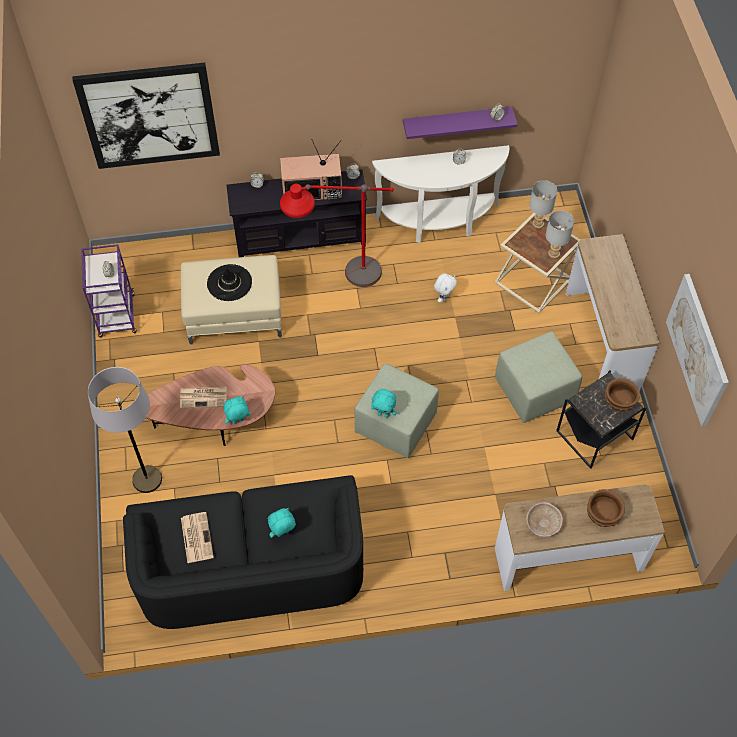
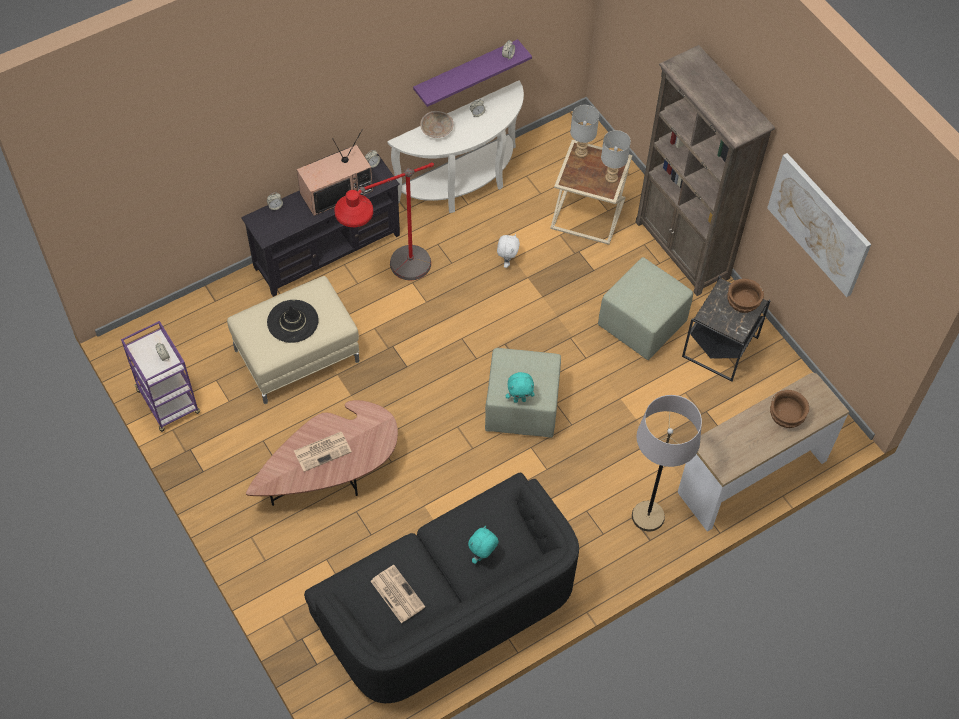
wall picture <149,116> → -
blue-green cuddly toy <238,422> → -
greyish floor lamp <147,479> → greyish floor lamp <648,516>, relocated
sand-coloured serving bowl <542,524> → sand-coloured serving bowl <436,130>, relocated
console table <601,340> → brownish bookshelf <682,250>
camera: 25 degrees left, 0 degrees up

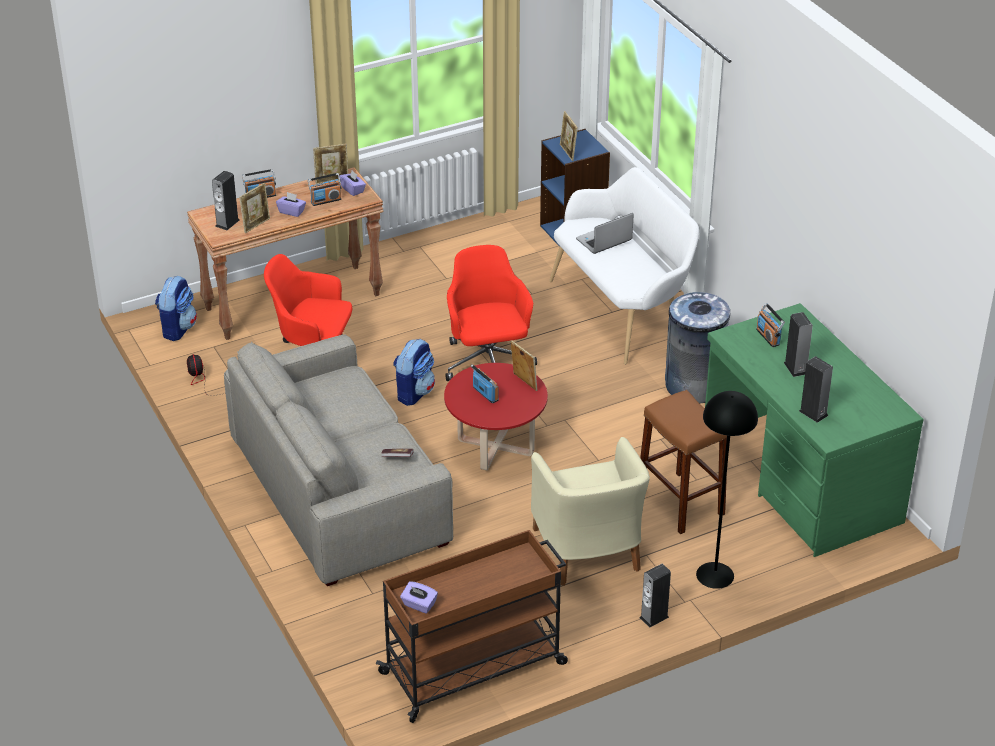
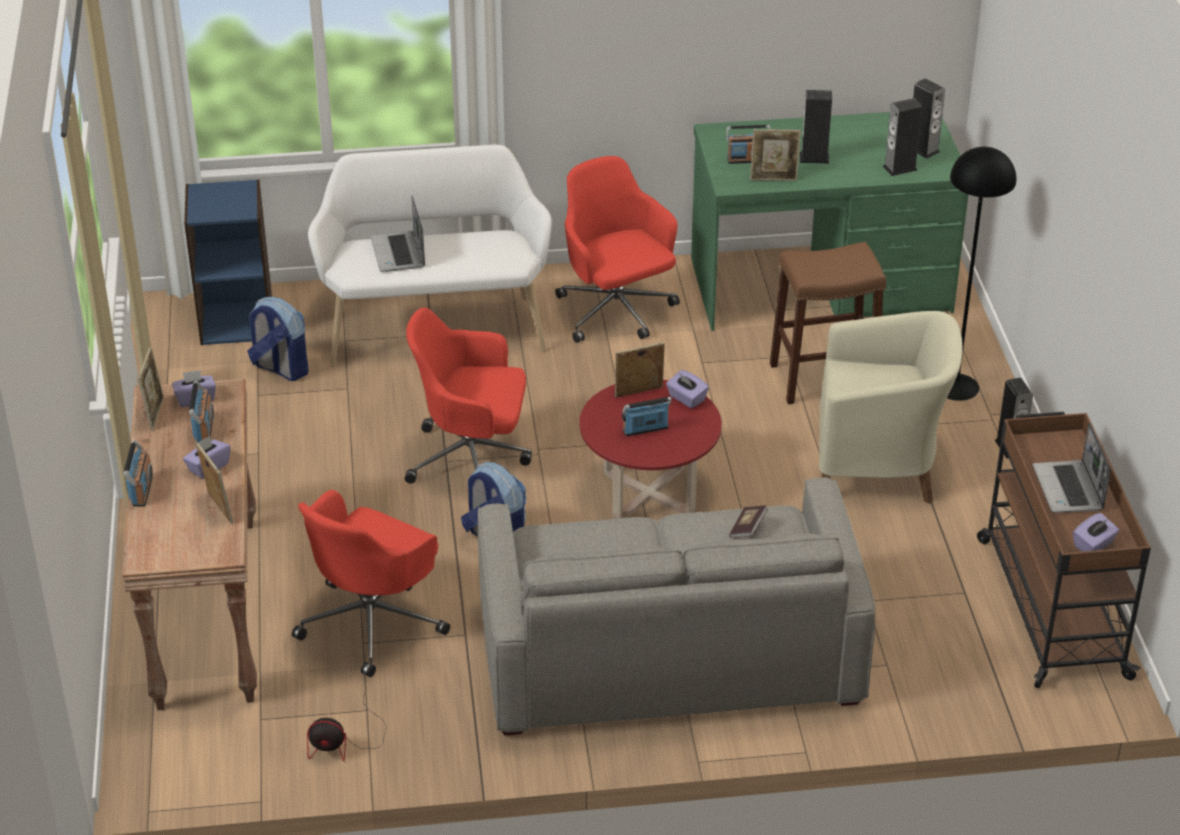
- → purple-coloured tissue holder <686,398>
- → laptop <1069,489>
rucksack <177,328> → rucksack <280,368>, relocated
loudspeaker <227,223> → loudspeaker <923,149>, relocated
standing frame <568,152> → standing frame <774,179>, relocated
greyish trash can <694,385> → reddish computer chair <616,312>
camera: 70 degrees left, 0 degrees up

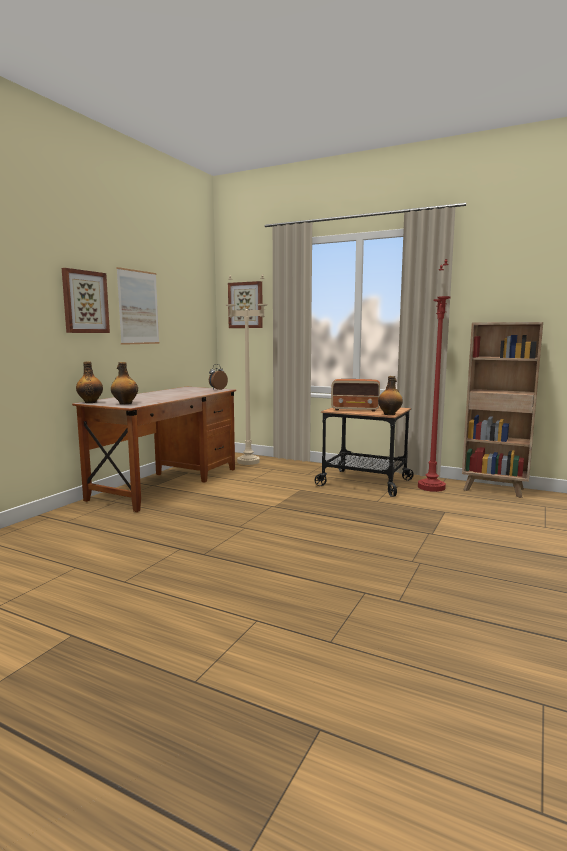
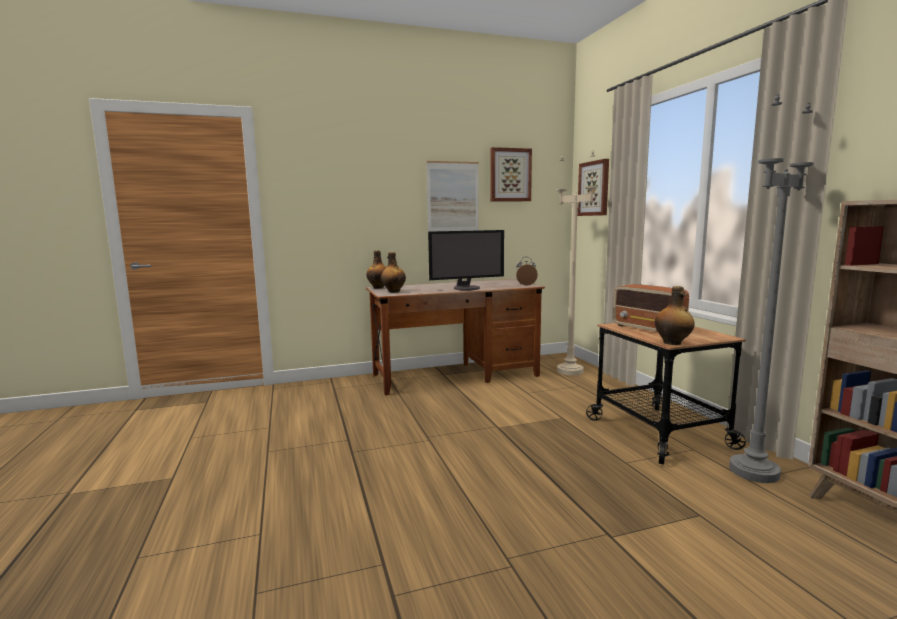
- → monitor <467,288>
wall picture <85,302> → wall picture <510,175>, relocated
reddish floor lamp <431,487> → greyish floor lamp <754,471>
camera: 45 degrees right, 0 degrees up

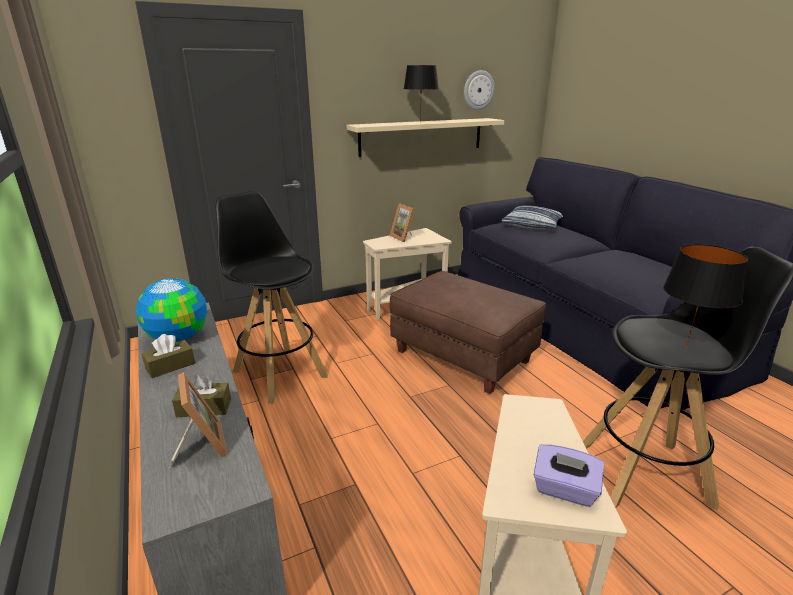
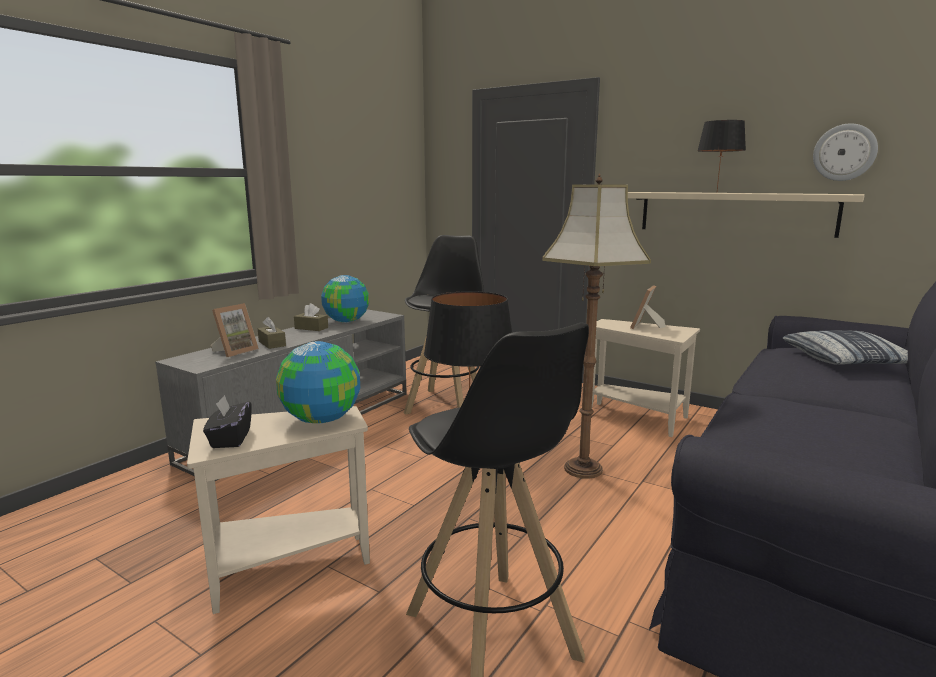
- → desk globe <322,419>
brownish ottoman <462,357> → floor lamp <585,469>
purple-coloured tissue holder <564,490> → blackish tissue holder <230,439>
camera: 60 degrees right, 10 degrees down

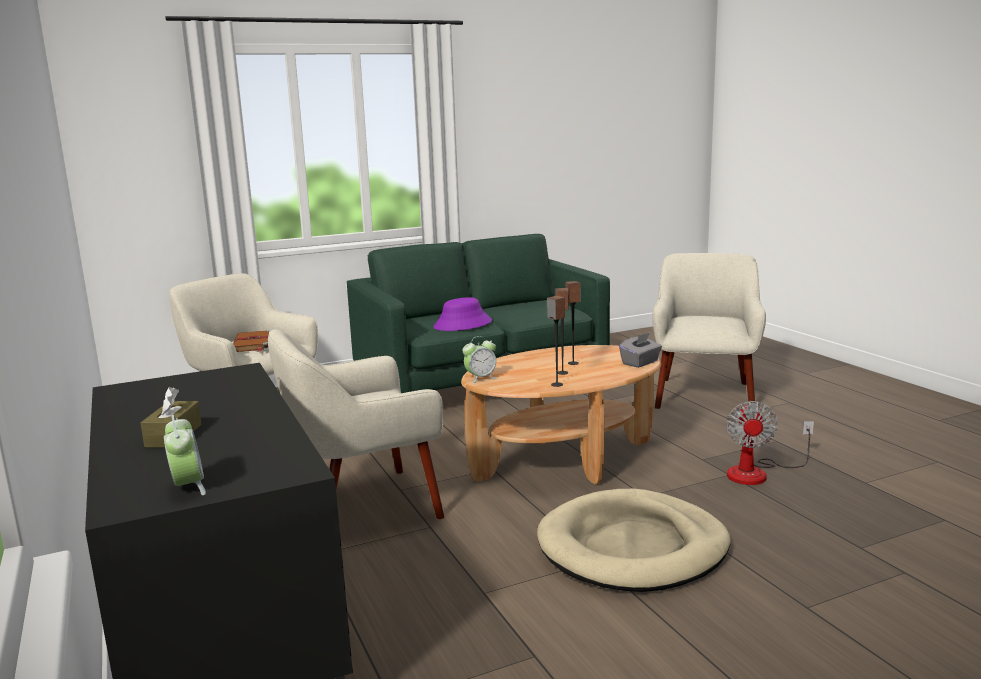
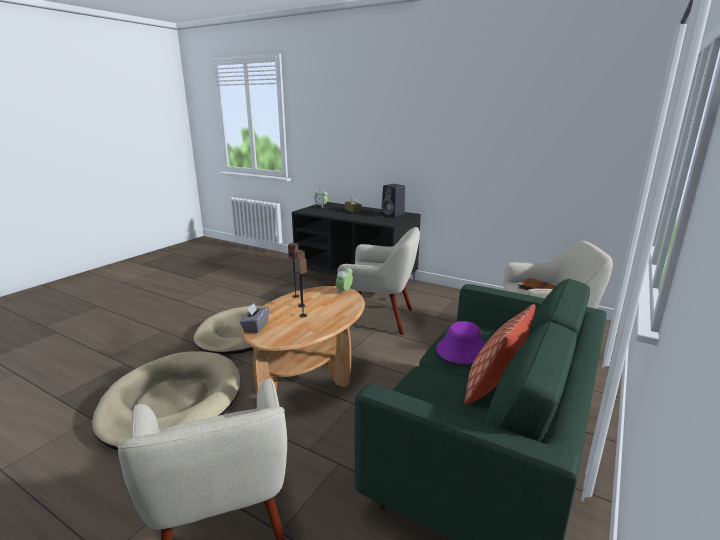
- → blackish loudspeaker <393,214>
- → cushion <494,388>
fan <757,473> → sand-coloured pet bed <172,403>
sand-coloured easy chair <362,506> → sand-coloured easy chair <379,318>, 75 degrees clockwise
camera: 145 degrees right, 5 degrees up

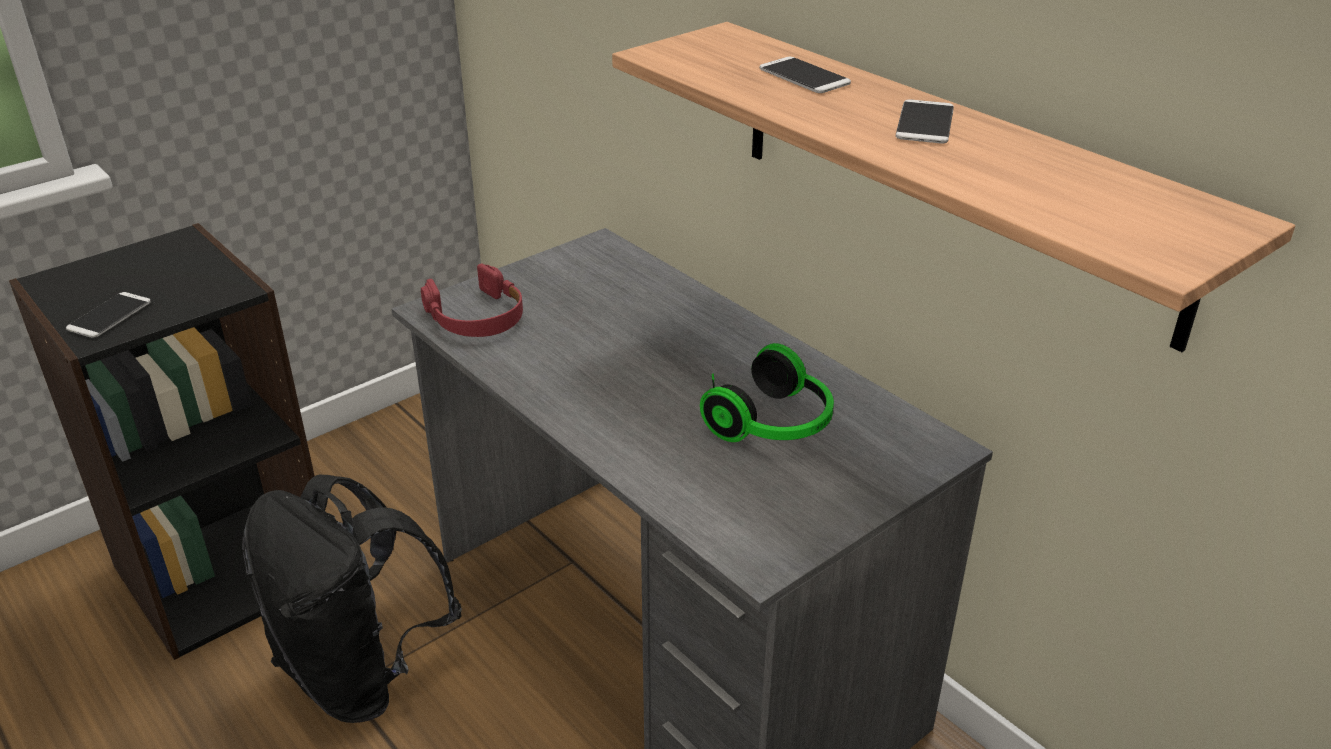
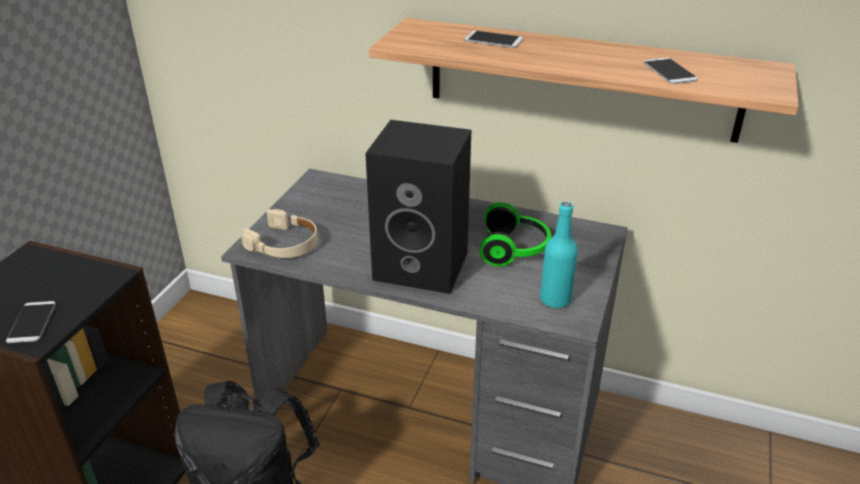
- → blackish loudspeaker <423,265>
- → blue-green drink bottle <555,300>
phone <924,123> → phone <669,71>, relocated
reddish headset <477,316> → sand-coloured headset <284,244>
camera: 30 degrees left, 0 degrees up

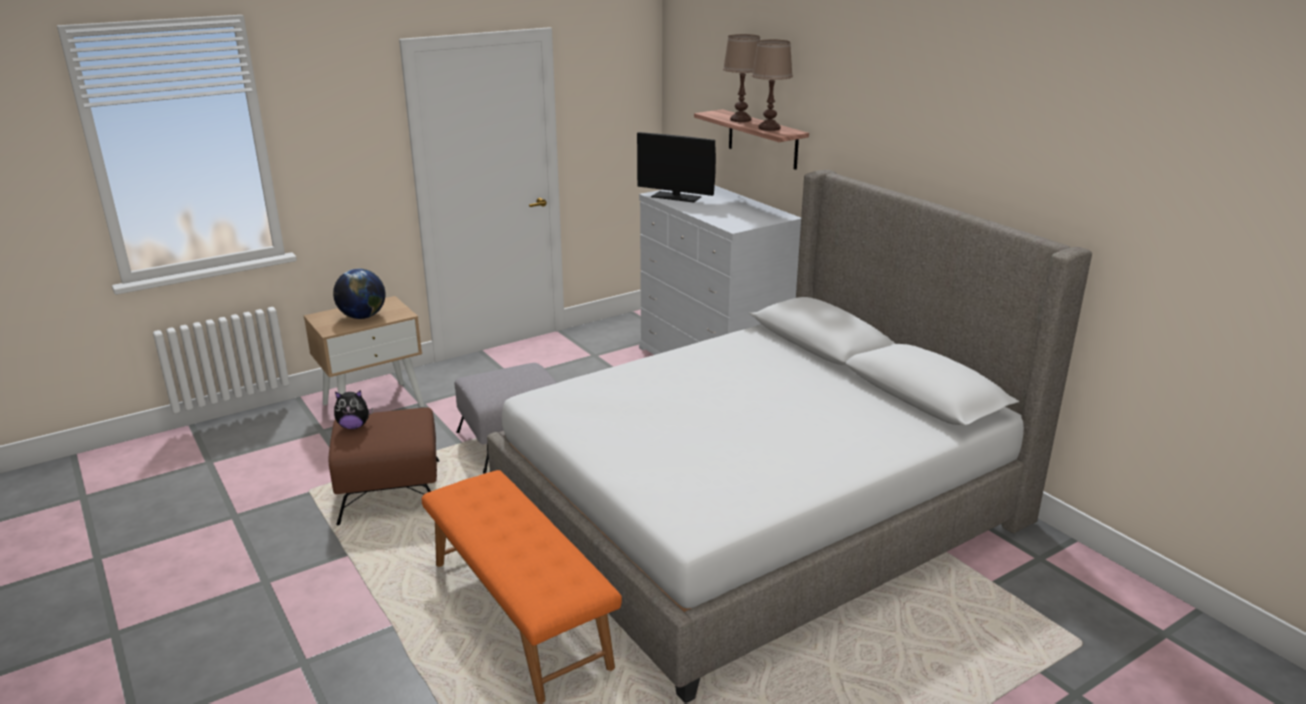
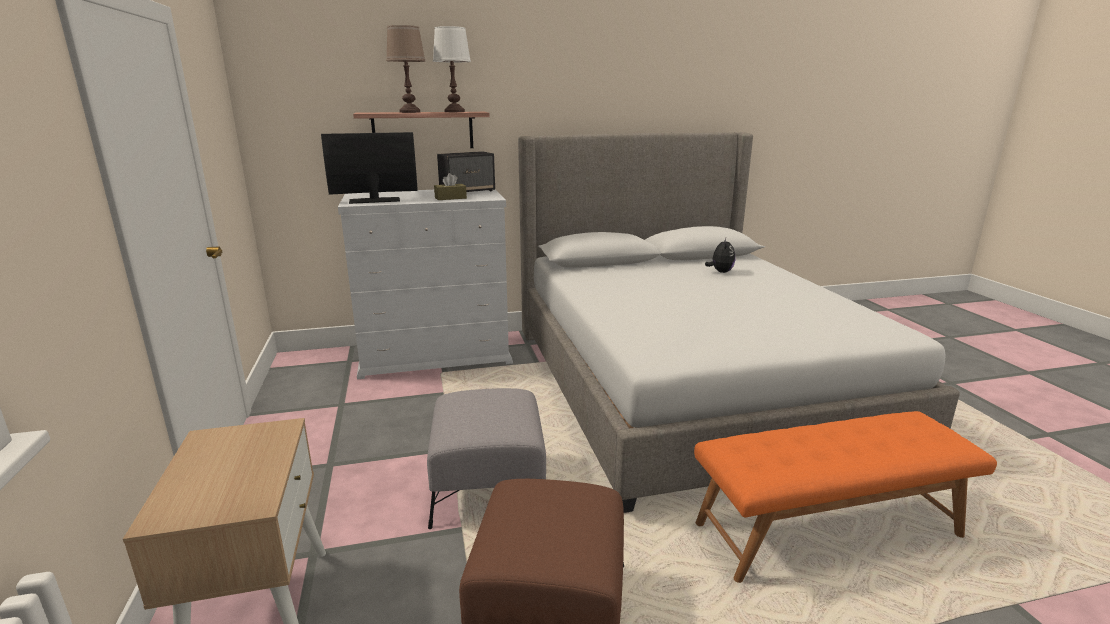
desk globe <362,317> → -
- → brownish tissue holder <450,198>
- → loudspeaker <468,191>
cuddly toy <354,426> → cuddly toy <720,272>, relocated
brownish lamp for a table <769,128> → white-coloured lamp for a table <455,112>
monitor <676,197> → monitor <374,200>, 150 degrees counterclockwise
camera: 70 degrees left, 5 degrees down

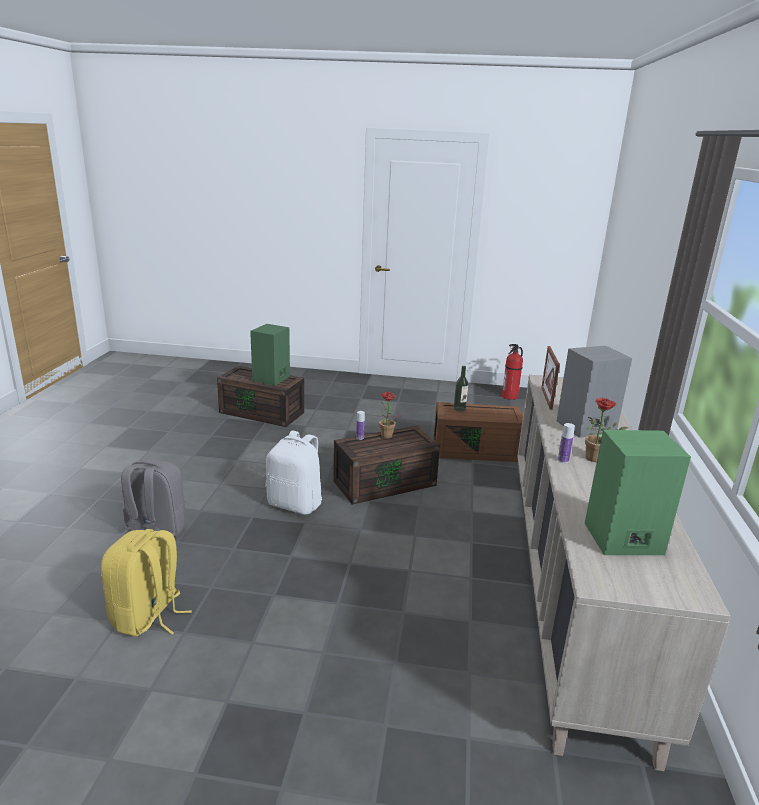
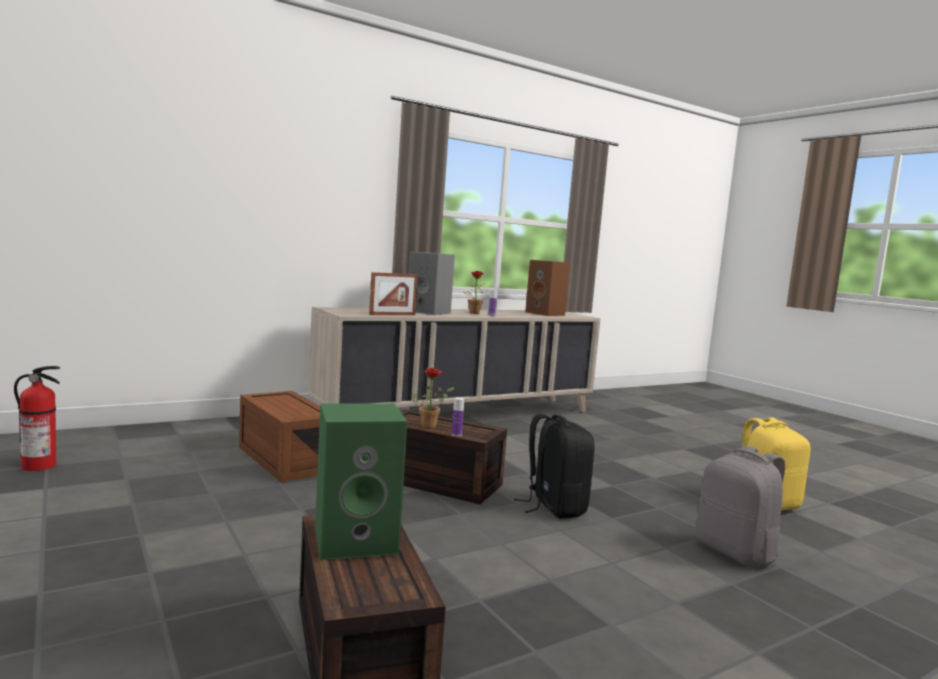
drink bottle <459,409> → -
white-coloured rucksack <296,504> → blackish rucksack <553,507>
greenish loudspeaker <622,539> → brownish loudspeaker <546,314>
camera: 130 degrees left, 15 degrees down

